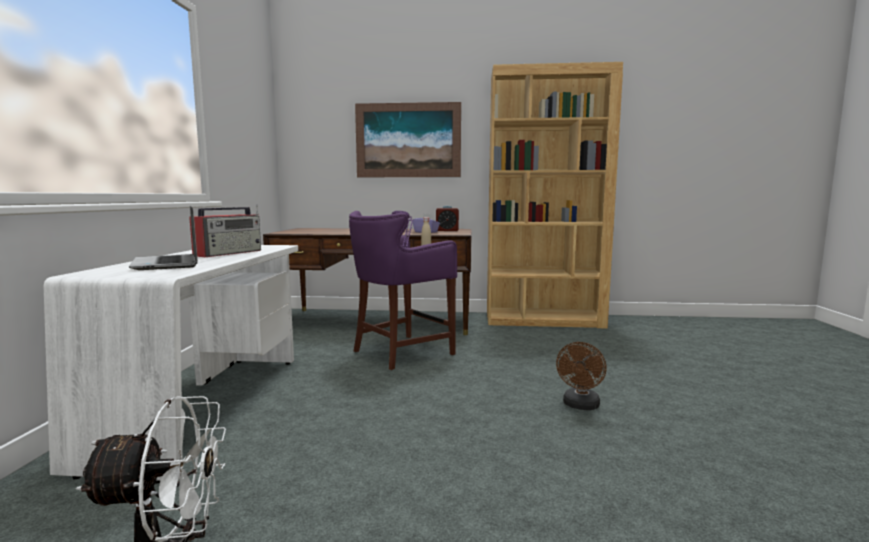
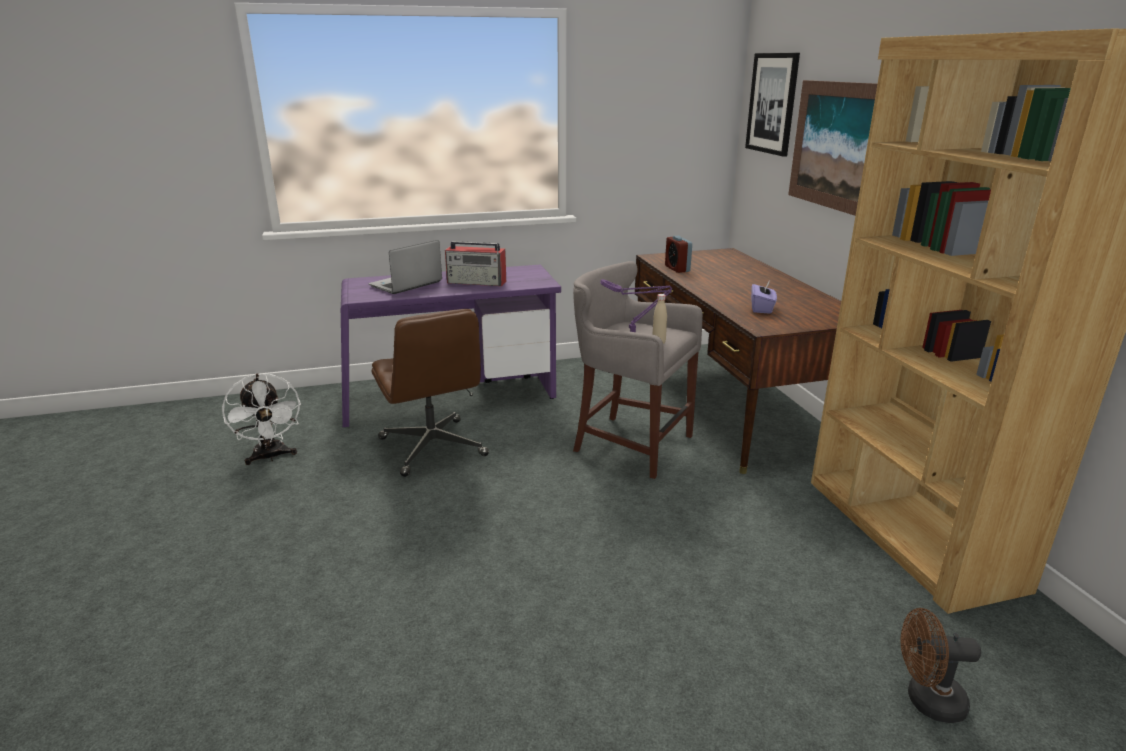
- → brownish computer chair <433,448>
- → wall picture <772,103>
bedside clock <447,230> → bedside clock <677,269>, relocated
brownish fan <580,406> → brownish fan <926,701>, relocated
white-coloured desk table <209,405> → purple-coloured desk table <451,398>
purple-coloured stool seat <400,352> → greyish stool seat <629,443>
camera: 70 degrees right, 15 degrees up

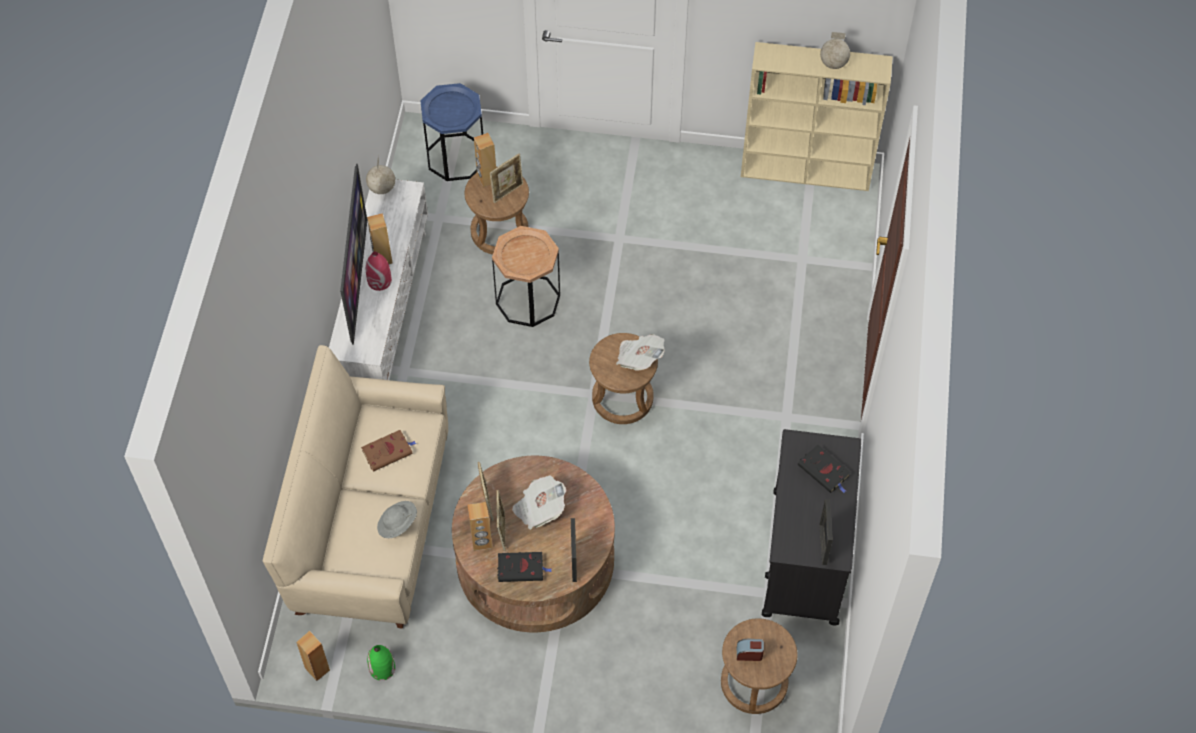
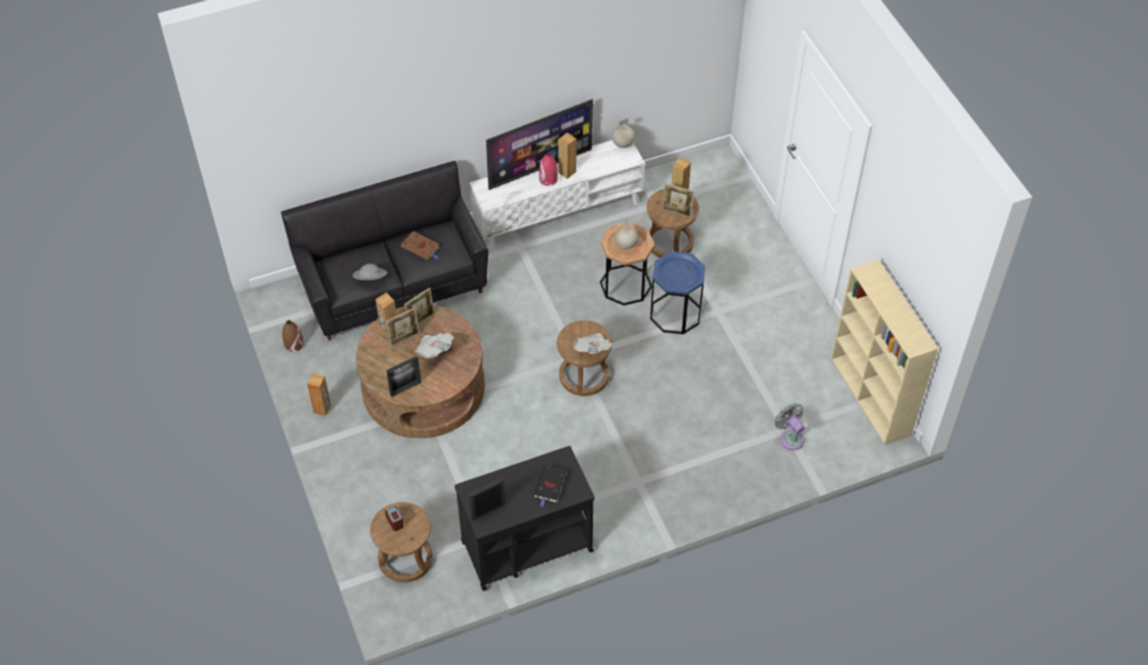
blackish volume <522,568> → -
- → greyish fan <790,437>
brownish loudspeaker <317,669> → brownish loudspeaker <322,409>, relocated
blue side table <456,157> → blue side table <675,313>, relocated
desk globe <834,64> → desk globe <626,245>, relocated
sand-coloured couch <370,524> → blackish couch <393,286>
greenish flower vase <382,668> → brownish flower vase <293,344>
camera: 60 degrees right, 5 degrees down

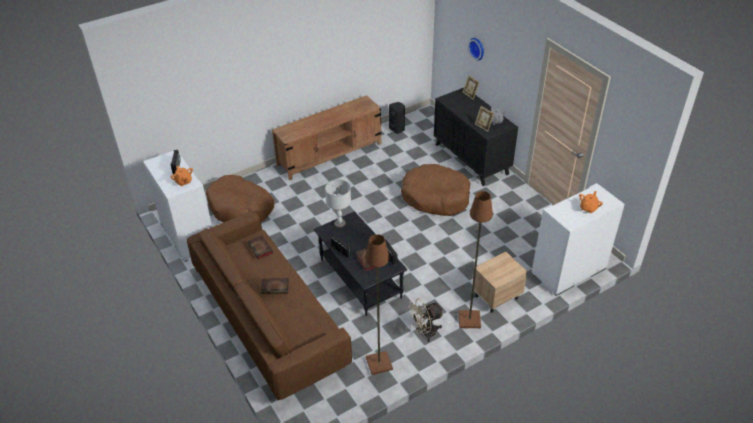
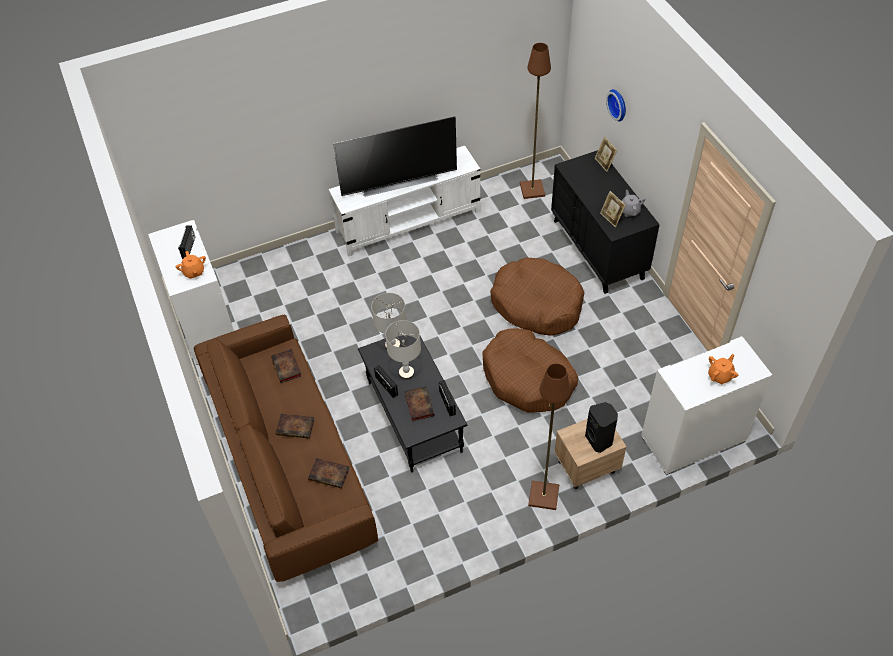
sand-coloured fan <425,332> → -
- → volume <330,474>
- → TV set <398,181>
- → greyish lamp for a table <406,373>
brownish pet bed <241,208> → brownish pet bed <528,378>, relocated
brownish floor lamp <378,363> → brownish floor lamp <531,190>, relocated
blackish loudspeaker <397,129> → blackish loudspeaker <599,440>, relocated
brownish tv stand <330,154> → white-coloured tv stand <409,221>
camera: 10 degrees right, 10 degrees up

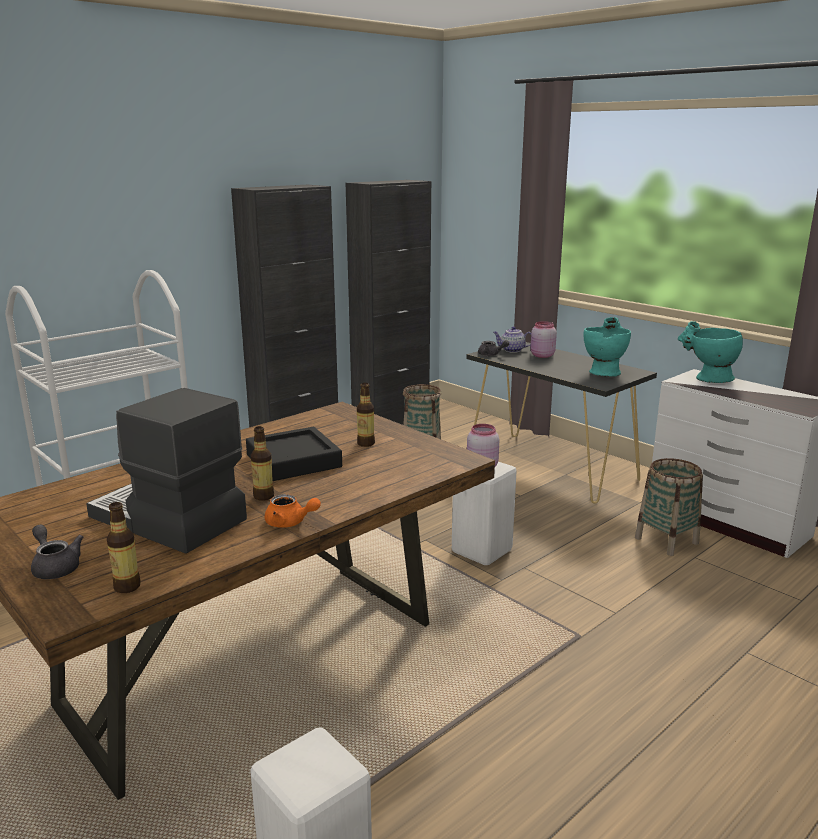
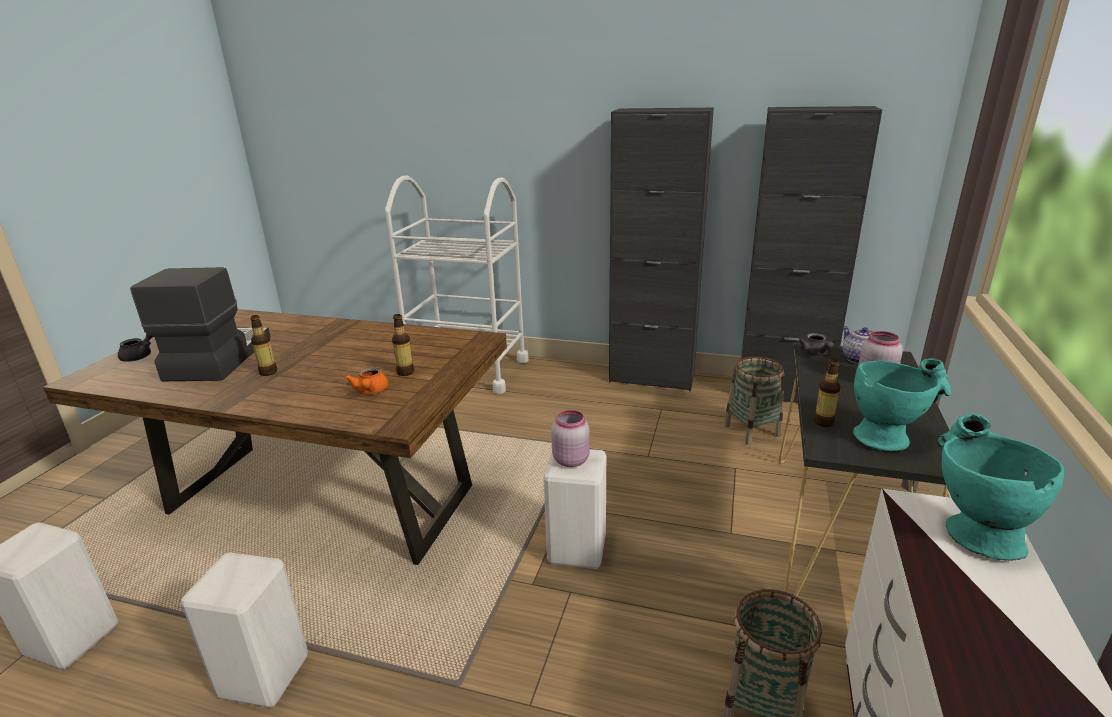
blackish tray <293,461> → -
- → white-coloured stool seat <261,678>
drink bottle <127,587> → drink bottle <823,422>, relocated
orange pot for tea <290,523> → orange pot for tea <370,391>, relocated
camera: 60 degrees right, 5 degrees up

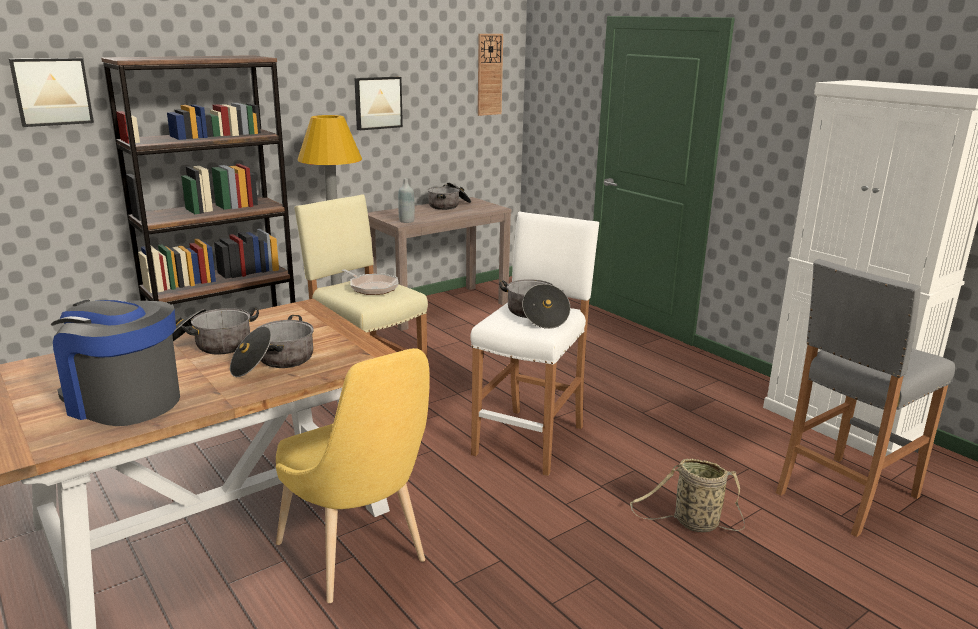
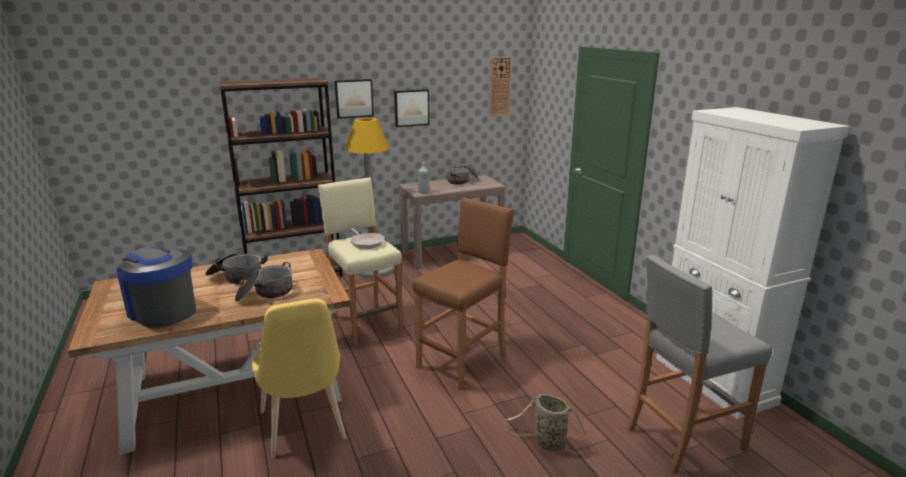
saucepot <535,315> → -
wall picture <52,91> → wall picture <354,98>, relocated
white-coloured stool seat <530,440> → brownish stool seat <463,362>
camera: 15 degrees right, 0 degrees up

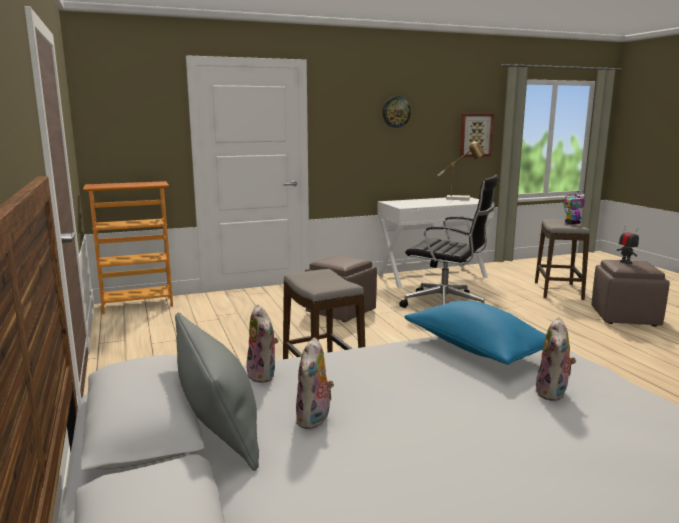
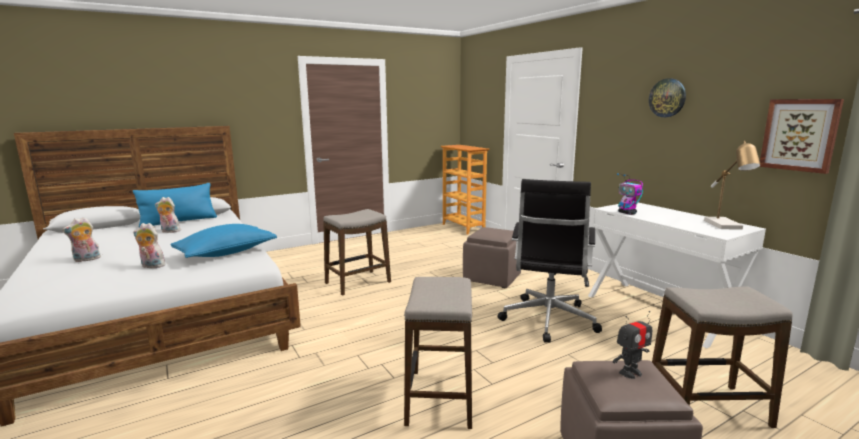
- → stool seat <440,398>
cuddly toy <264,375> → cuddly toy <86,260>, relocated
model robot <572,223> → model robot <627,213>, relocated
greyish cushion <218,424> → blue cushion <179,221>
camera: 80 degrees right, 0 degrees up

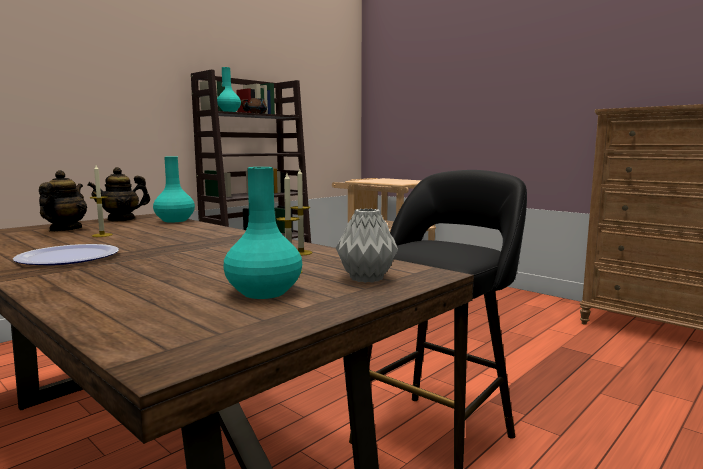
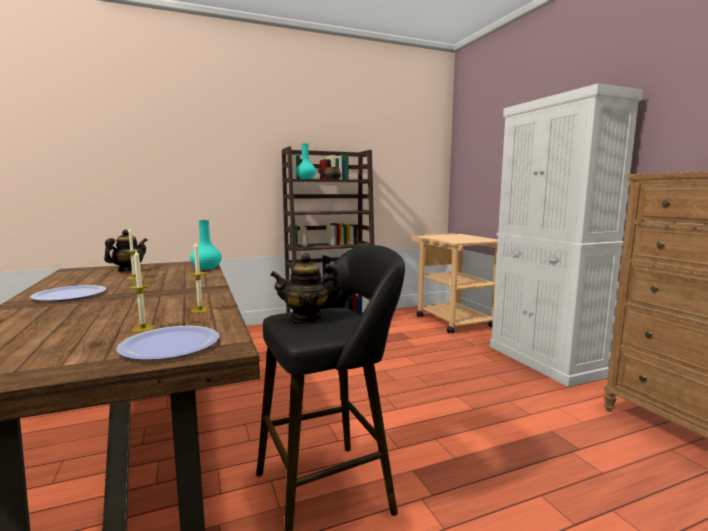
blue-green flower vase <263,293> → -
- → white-coloured storage cabinet <544,360>
pot for tea <121,219> → pot for tea <307,317>, relocated
greyish flower vase <366,279> → plate <170,345>
camera: 25 degrees right, 0 degrees up

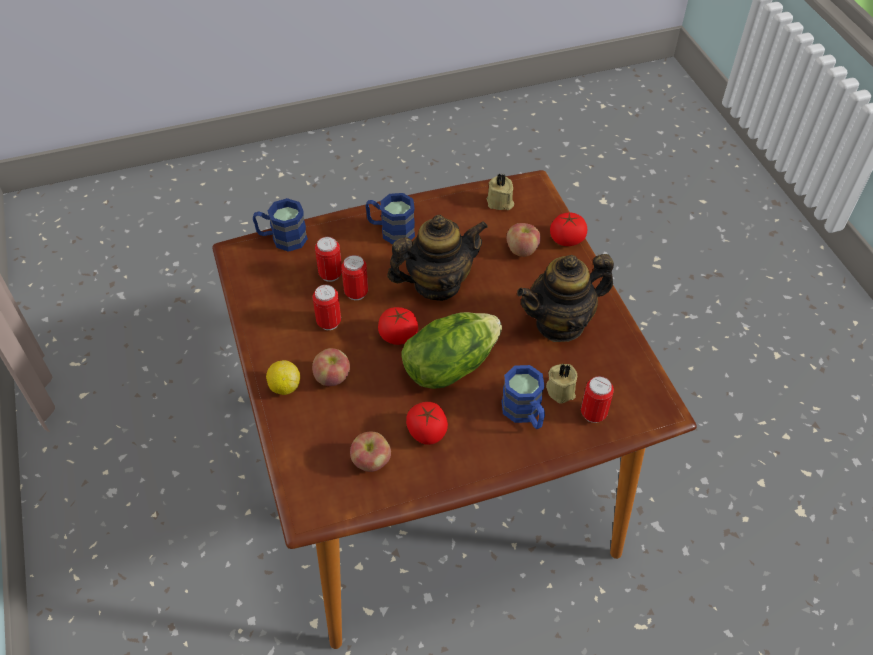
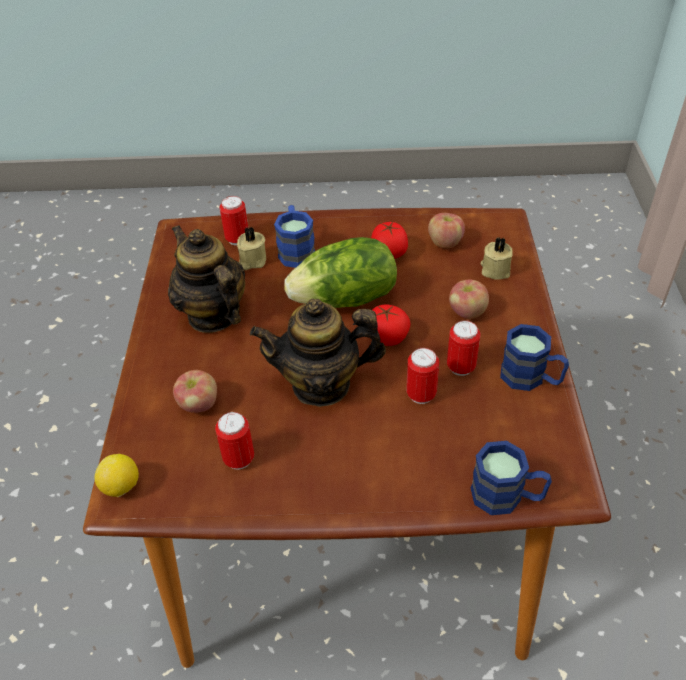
fresh tomato <566,239> → -
citrus fruit <285,387> → citrus fruit <121,487>, relocated
sealed can <330,274> → sealed can <239,459>, relocated
blue mug <391,231> → blue mug <531,378>, relocated
sand-coloured wax candle <500,202> → sand-coloured wax candle <495,270>, relocated
pot for tea <560,323> → pot for tea <213,315>, 120 degrees counterclockwise
camera: 160 degrees left, 5 degrees down

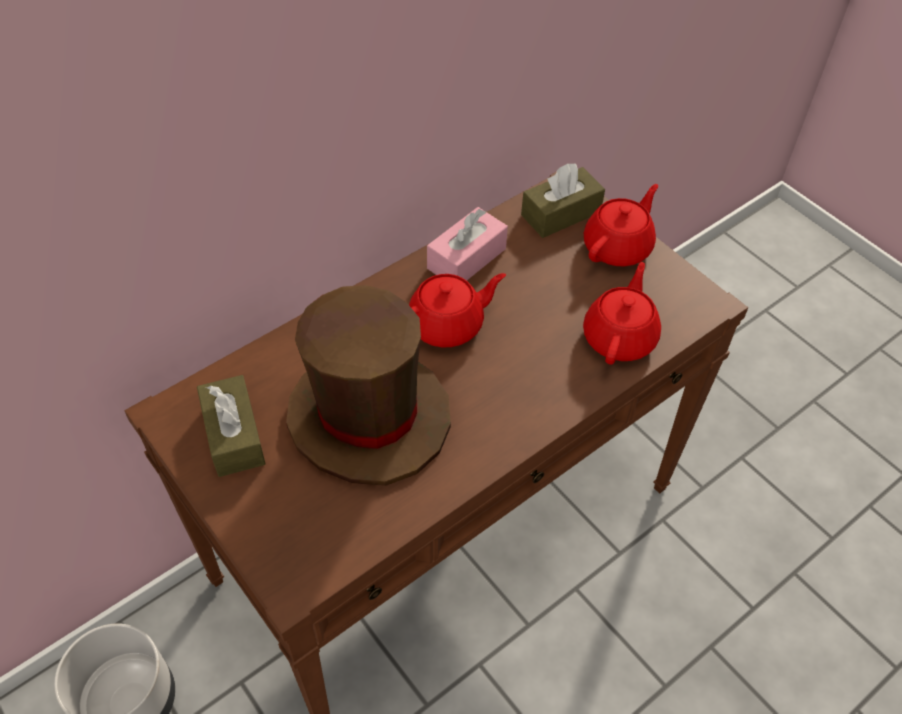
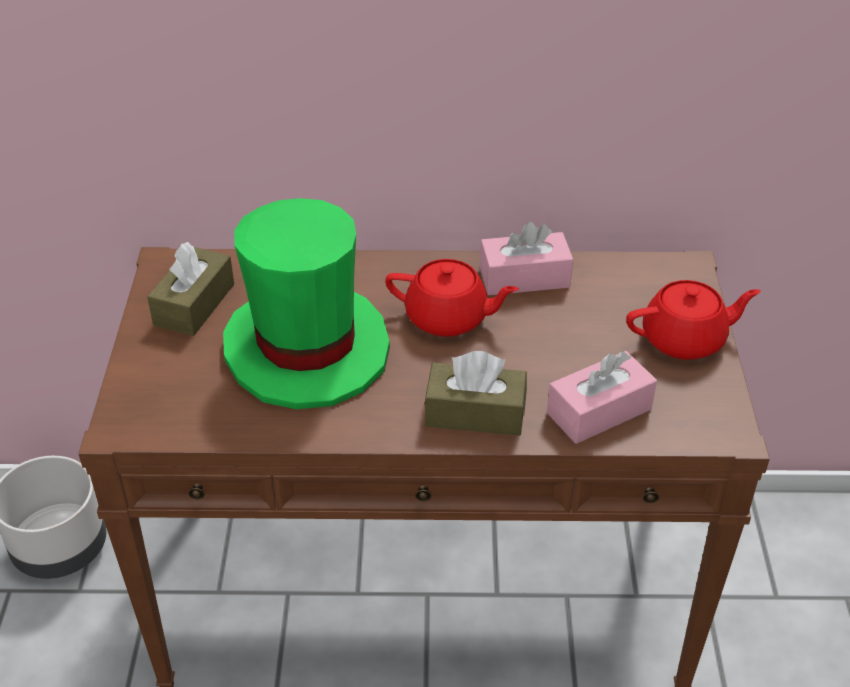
brownish tissue holder <561,213> → brownish tissue holder <475,413>, relocated
reddish pot for tea <620,337> → pinkish tissue holder <599,411>
brownish wearable hat <369,416> → greenish wearable hat <307,348>
camera: 40 degrees right, 10 degrees down

